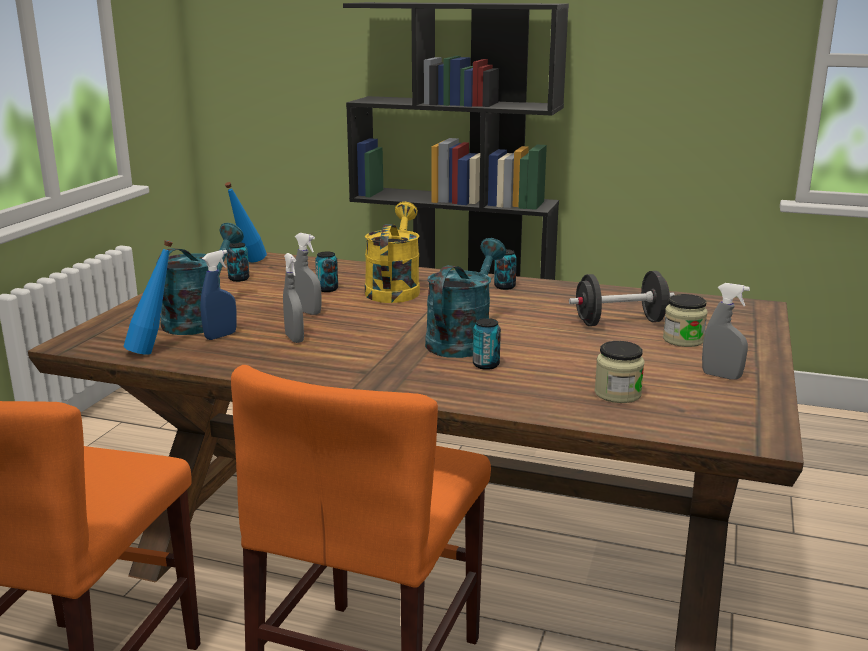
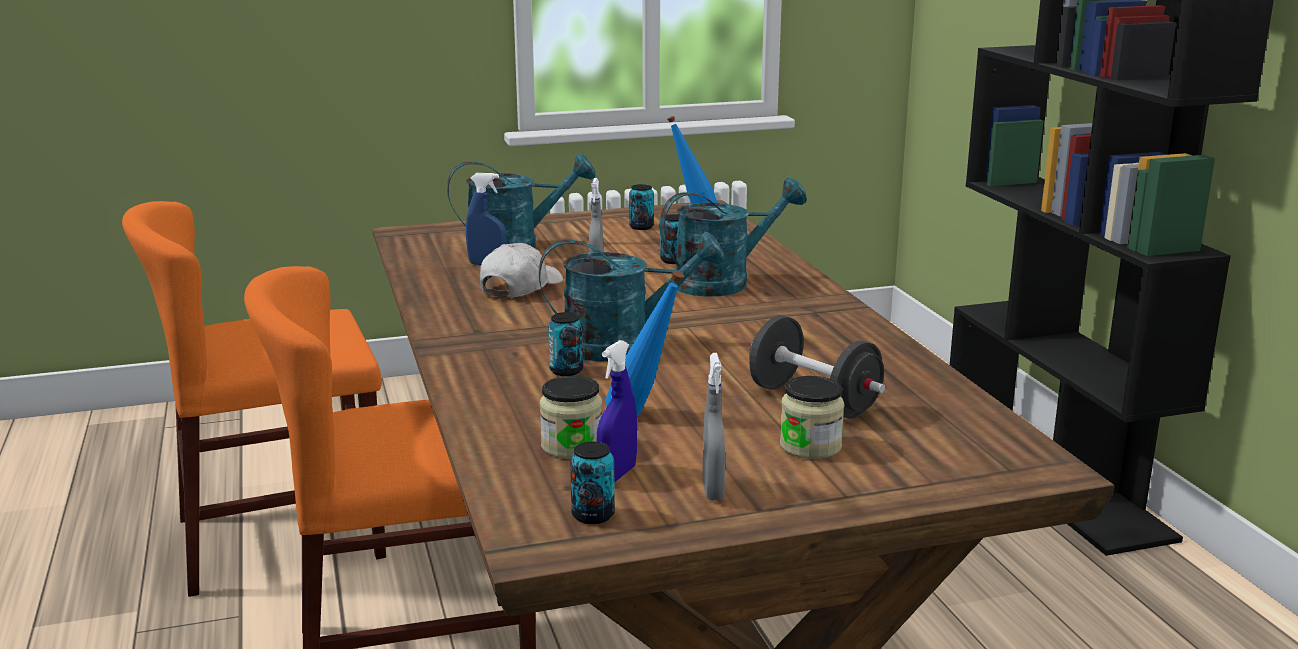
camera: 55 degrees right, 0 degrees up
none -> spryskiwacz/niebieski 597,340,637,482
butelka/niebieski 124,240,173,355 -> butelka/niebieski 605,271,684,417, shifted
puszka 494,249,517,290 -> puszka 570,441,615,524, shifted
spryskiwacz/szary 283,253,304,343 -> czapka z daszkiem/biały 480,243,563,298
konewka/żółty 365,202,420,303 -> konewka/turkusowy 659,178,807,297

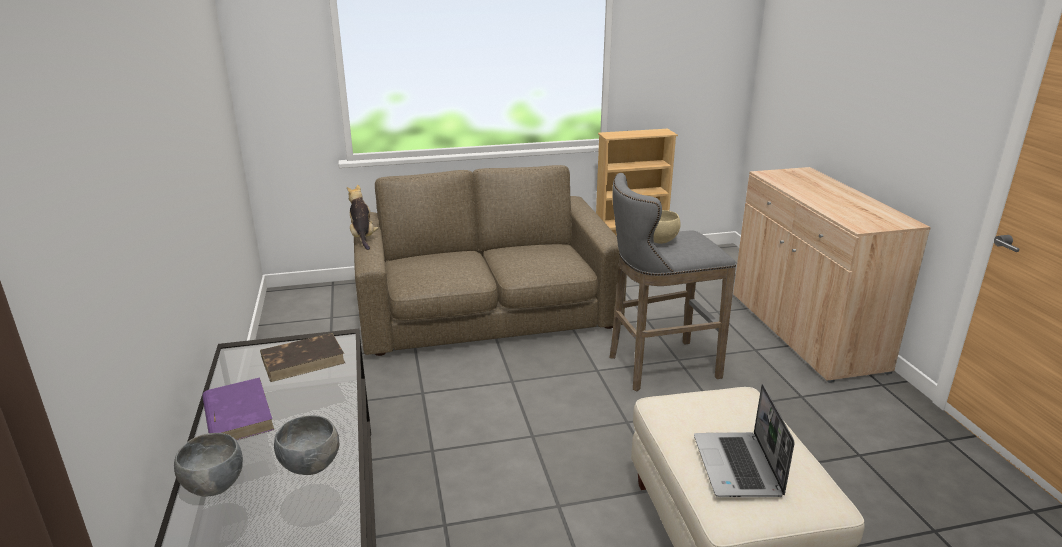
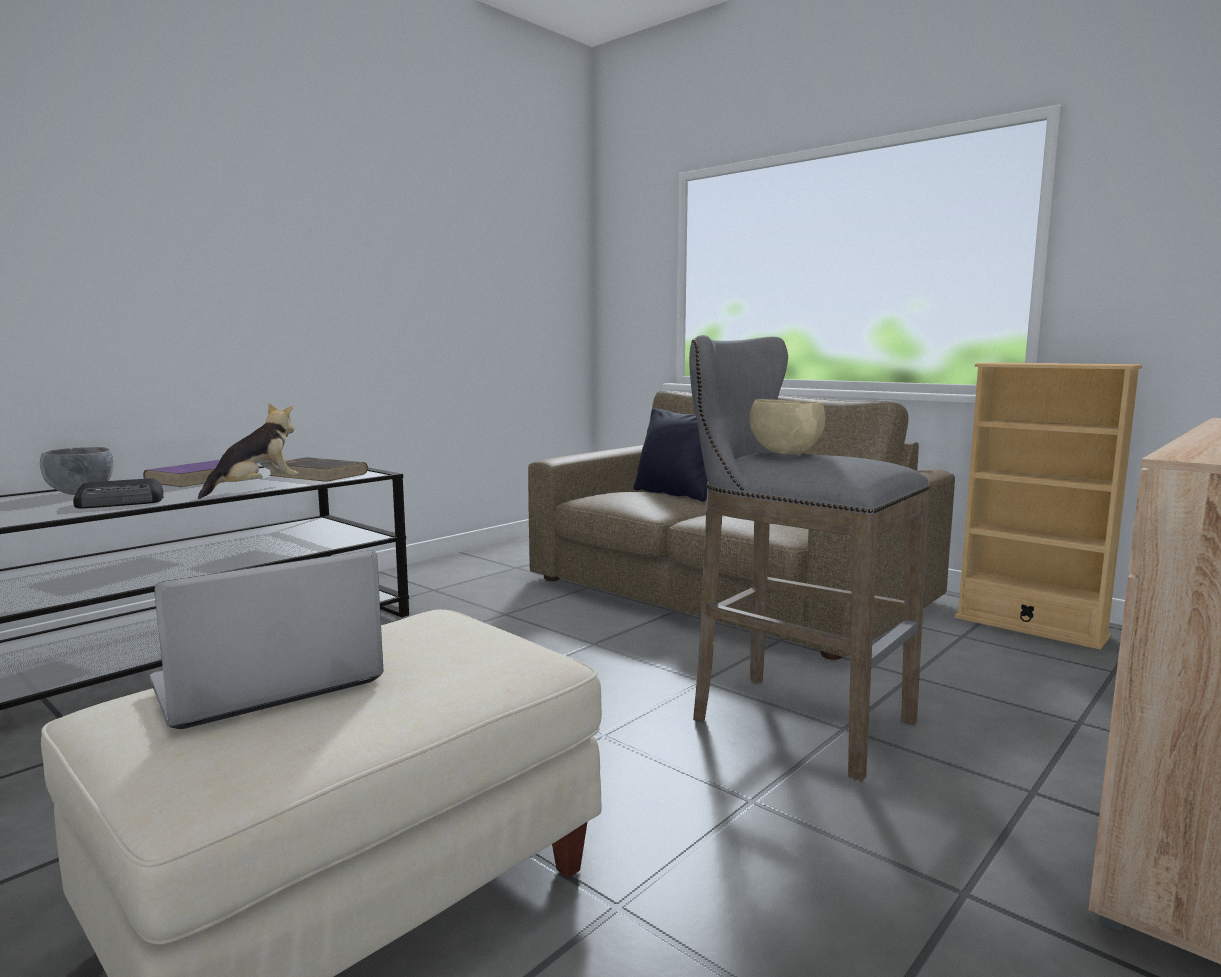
camera: 55 degrees right, 15 degrees down
none -> poduszka/czarny 634,408,708,502
pluszak 347,185,379,250 -> pluszak 198,404,298,499, shifted
miska/szary 274,415,339,475 -> radio 73,478,164,509

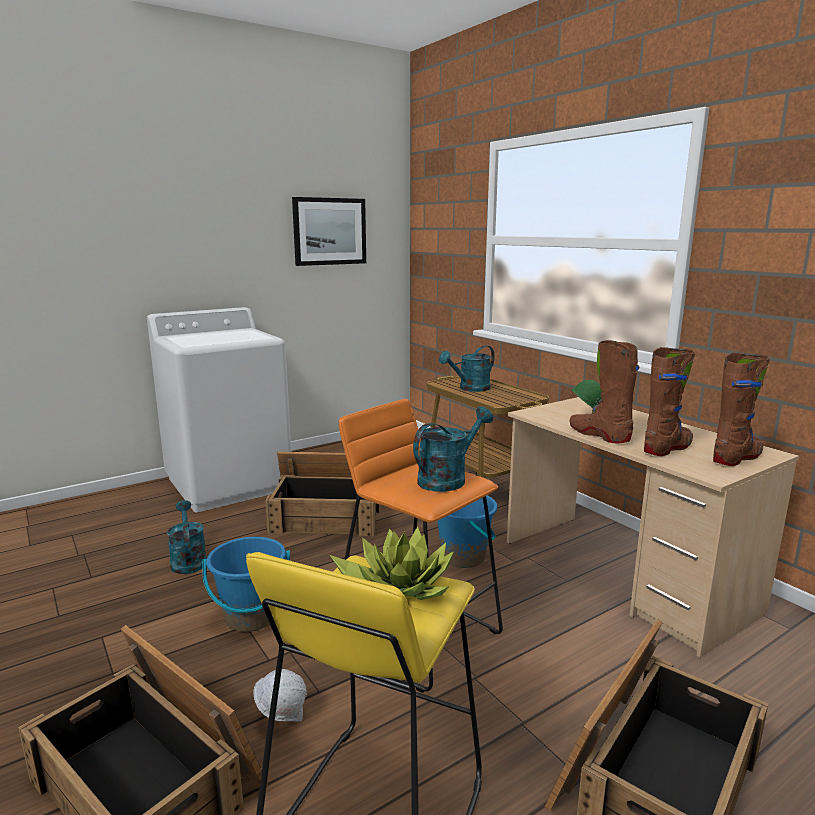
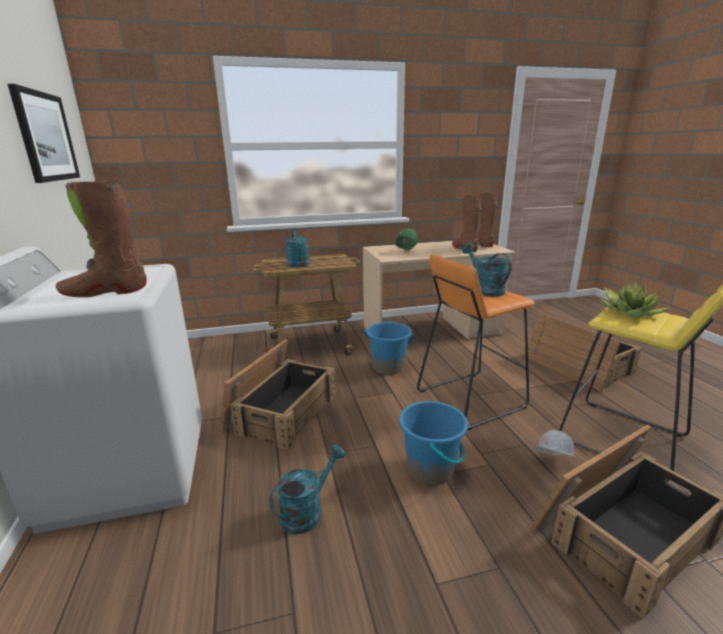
camera: 70 degrees left, 5 degrees up
but z cholewką/brązowy 569,340,639,443 -> but z cholewką/brązowy 56,181,147,297, shifted
konewka/turkusowy 167,500,207,574 -> konewka/turkusowy 269,445,346,534, 135 degrees clockwise

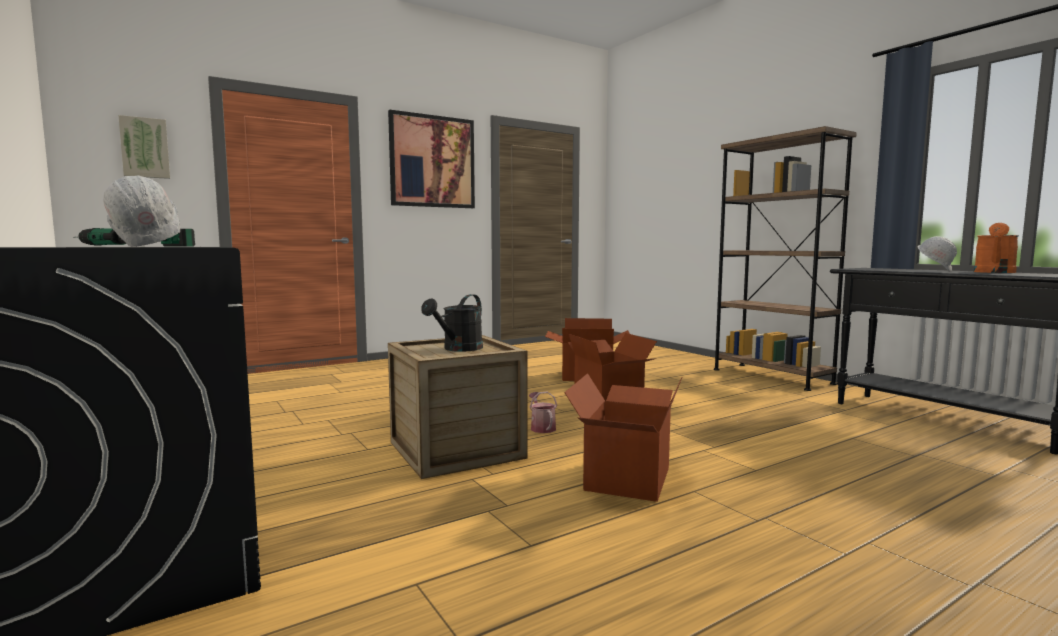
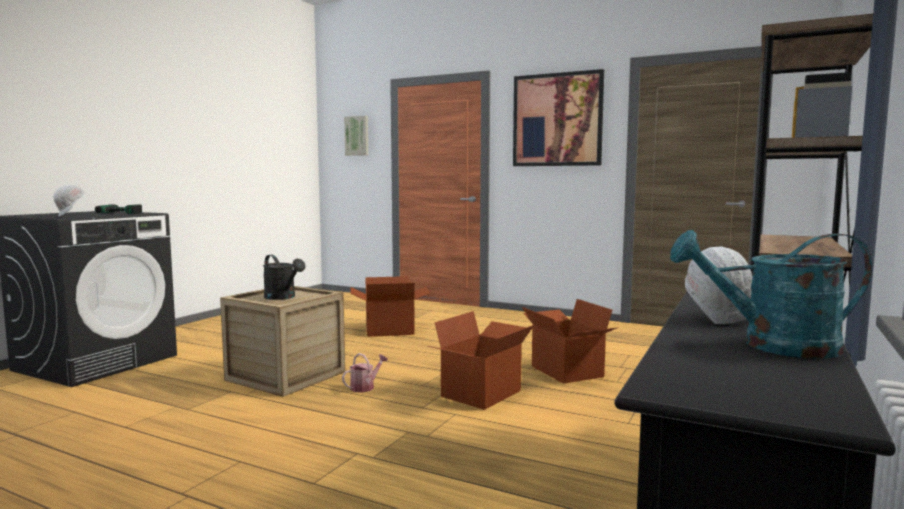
camera: 60 degrees right, 0 degrees up
karton 564,373,682,502 -> karton 351,276,431,337, shifted
konewka/pomarańczowy 974,223,1019,273 -> konewka/turkusowy 670,230,872,359
konewka/czarny 421,294,483,352 -> konewka/czarny 263,255,305,300, 135 degrees counterclockwise

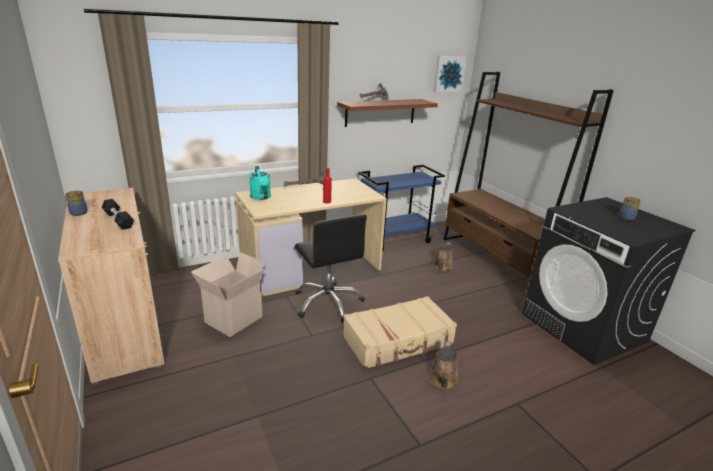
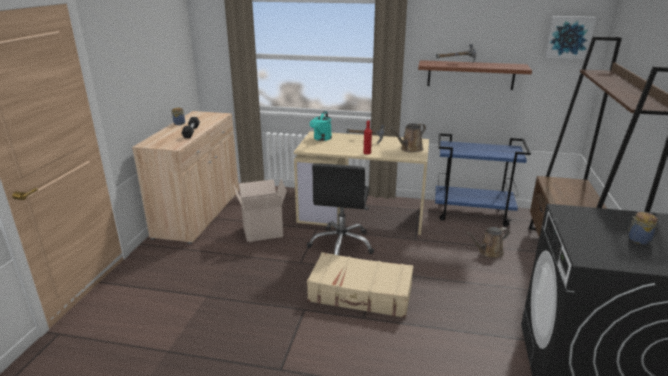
camera: 40 degrees right, 0 degrees up
konewka/brązowy 428,341,459,390 -> konewka/brązowy 390,123,426,152, shifted

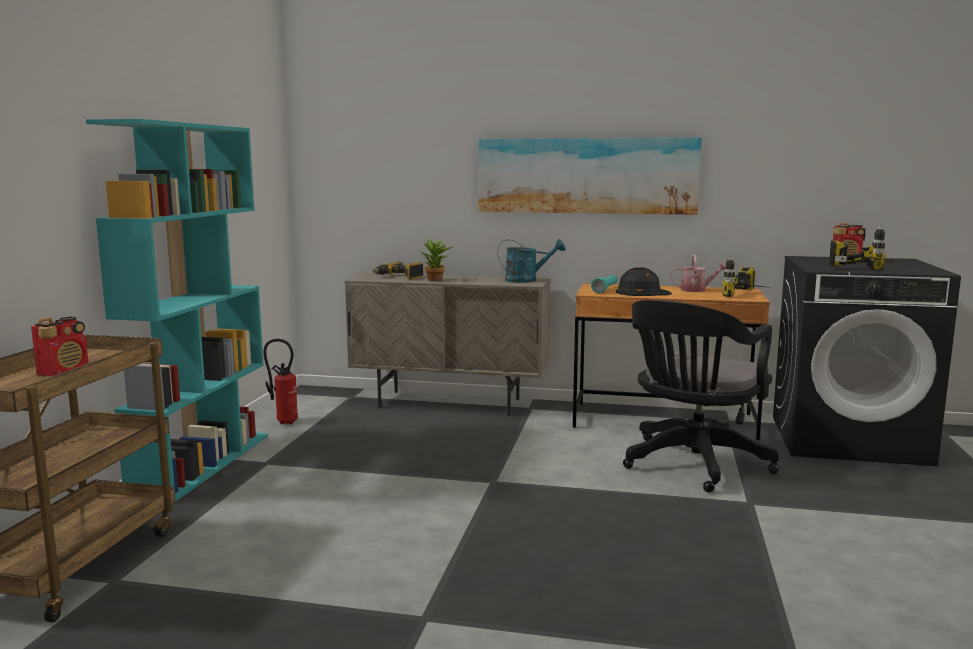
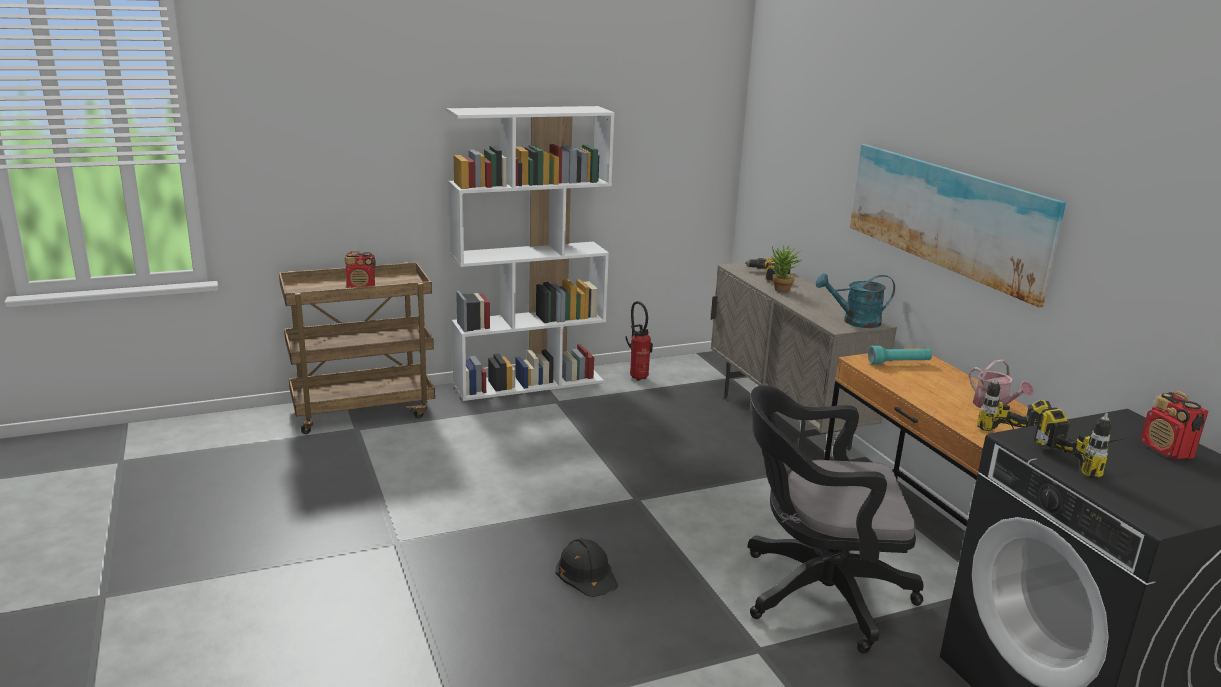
camera: 55 degrees right, 10 degrees up
kask/czarny 616,268,672,296 -> kask/czarny 556,538,618,597, shifted
regał/turkusowy 86,119,268,503 -> regał/biały 447,106,615,401
konewka/turkusowy 497,239,565,283 -> konewka/turkusowy 816,273,895,328, 120 degrees clockwise

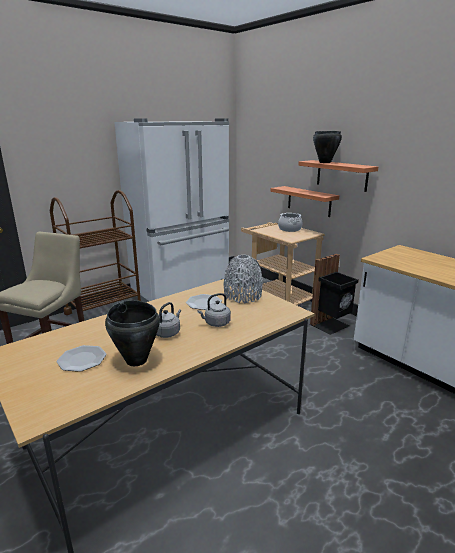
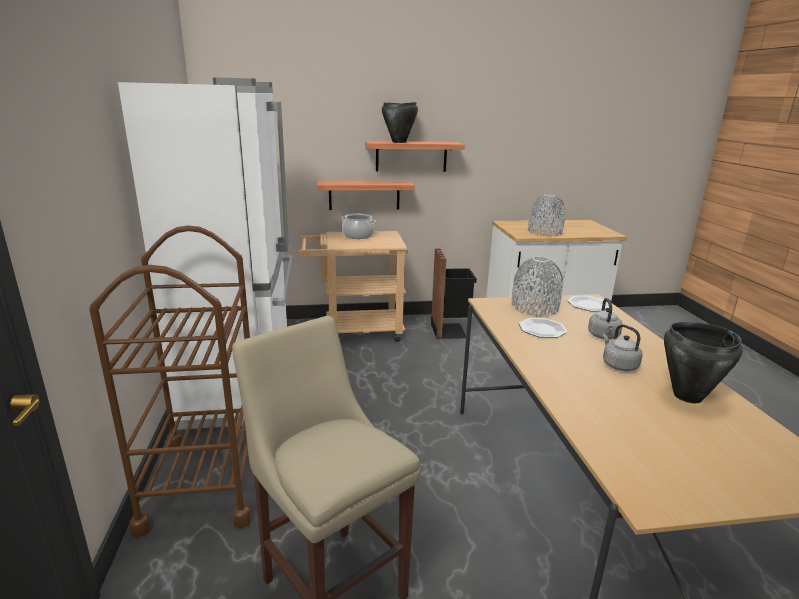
camera: 60 degrees left, 0 degrees up
none -> wazon/szary 528,194,565,236
talerz 57,345,107,372 -> talerz 567,296,609,312, shifted

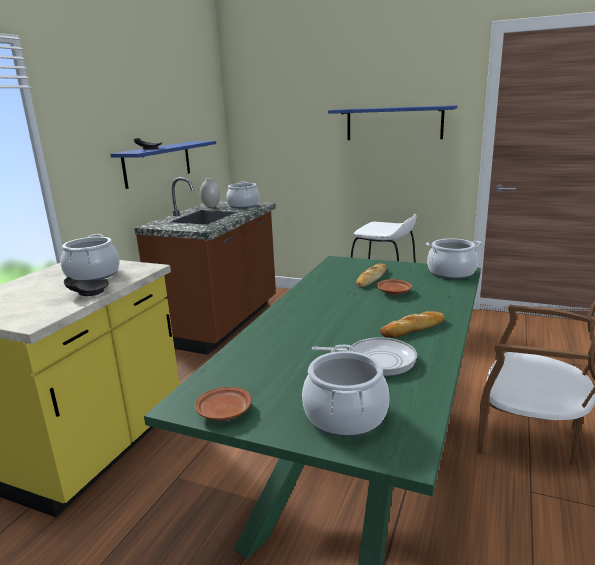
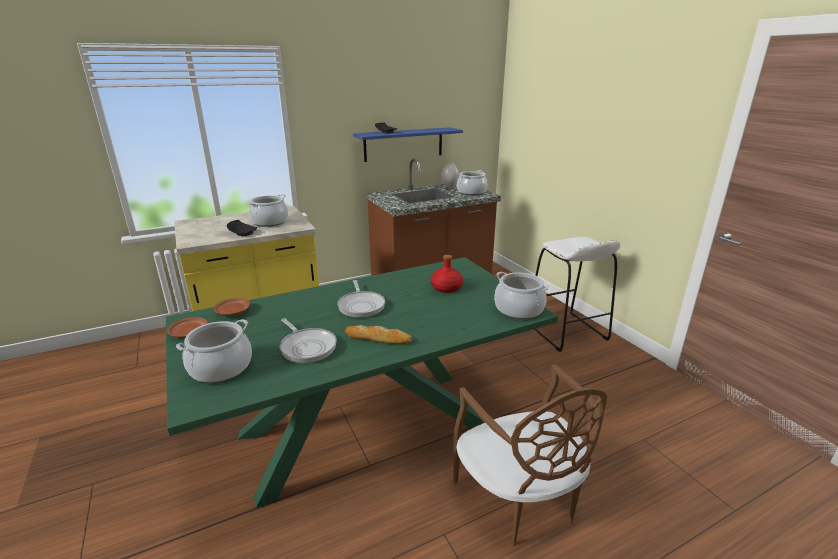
camera: 40 degrees right, 5 degrees up
półka/niebieski 328,105,457,140 -> none
none -> patelnia 338,280,385,318
talerz/brązowy 376,279,412,295 -> talerz/brązowy 213,298,250,316, shifted
chleb 356,264,387,287 -> butelka/czerwony 431,255,463,293

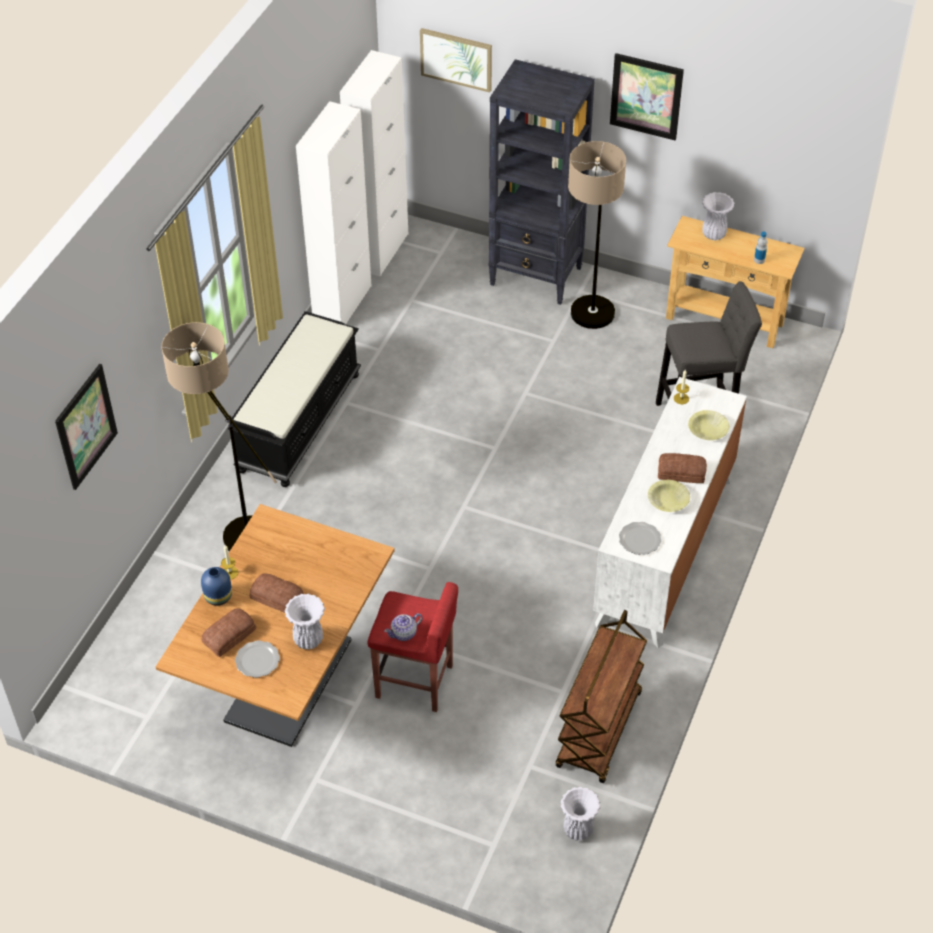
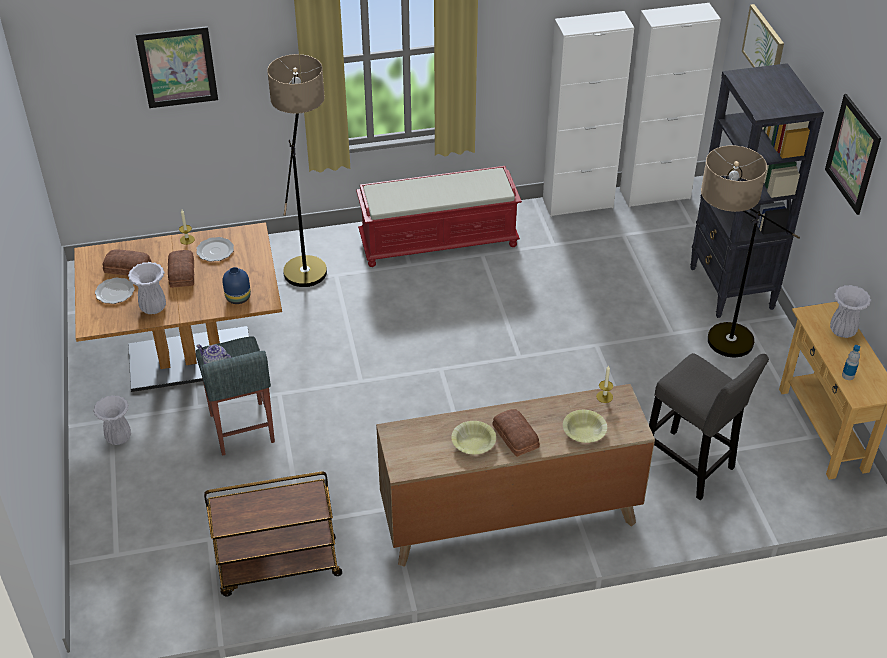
camera: 55 degrees right, 5 degrees down
wazon/niebieski 201,567,232,606 -> wazon/niebieski 222,267,251,304, shifted
wazon/biały 561,787,600,841 -> wazon/biały 93,395,131,445, shifted
talerz 619,522,661,555 -> talerz 196,237,234,262, shifted
ławka/czarny 228,311,361,487 -> ławka/czerwony 356,166,522,267
stołek/czerwony 367,582,458,712 -> stołek/szary 196,336,275,456
komoda/biały 593,377,747,648 -> komoda/brązowy 376,384,655,567

